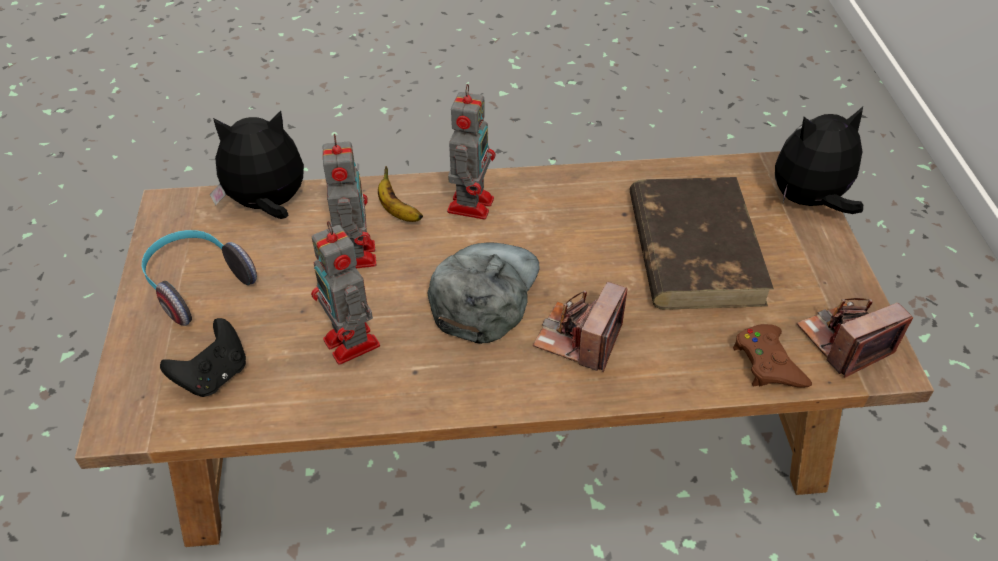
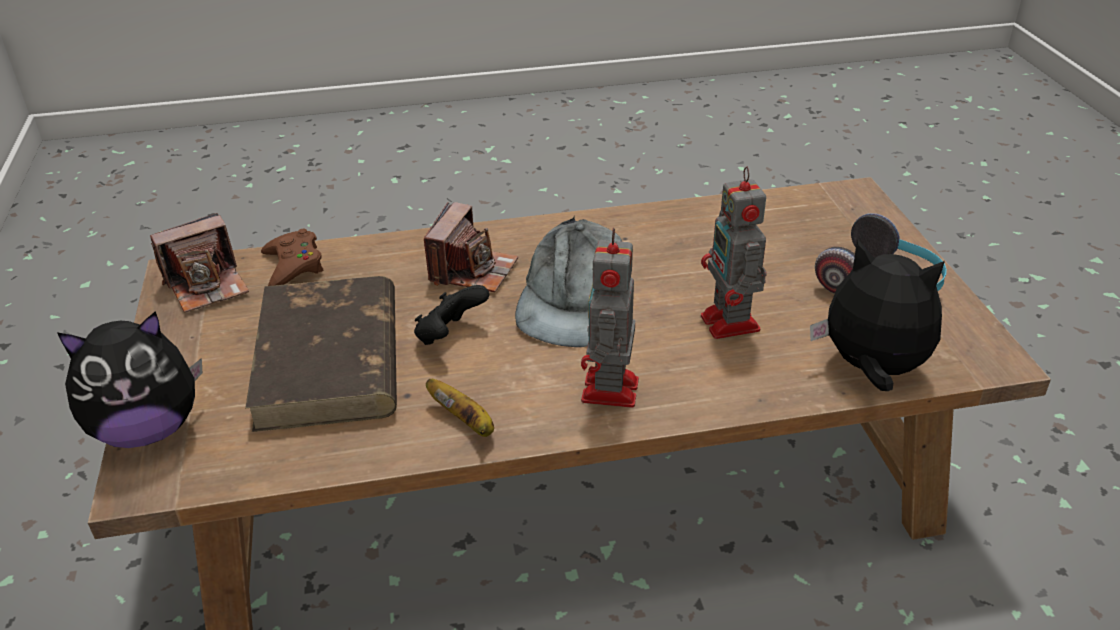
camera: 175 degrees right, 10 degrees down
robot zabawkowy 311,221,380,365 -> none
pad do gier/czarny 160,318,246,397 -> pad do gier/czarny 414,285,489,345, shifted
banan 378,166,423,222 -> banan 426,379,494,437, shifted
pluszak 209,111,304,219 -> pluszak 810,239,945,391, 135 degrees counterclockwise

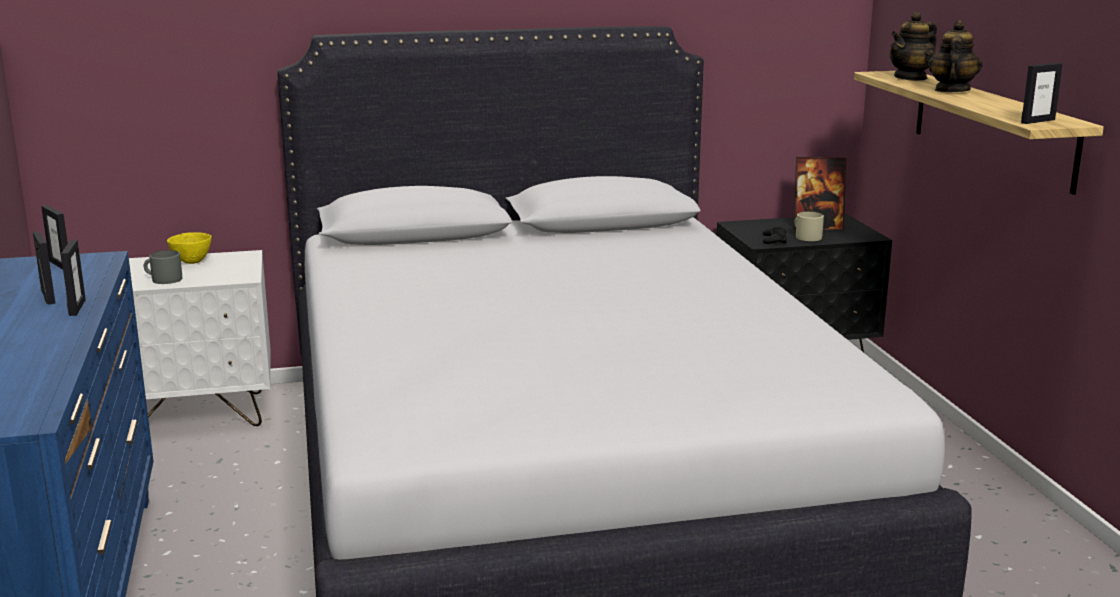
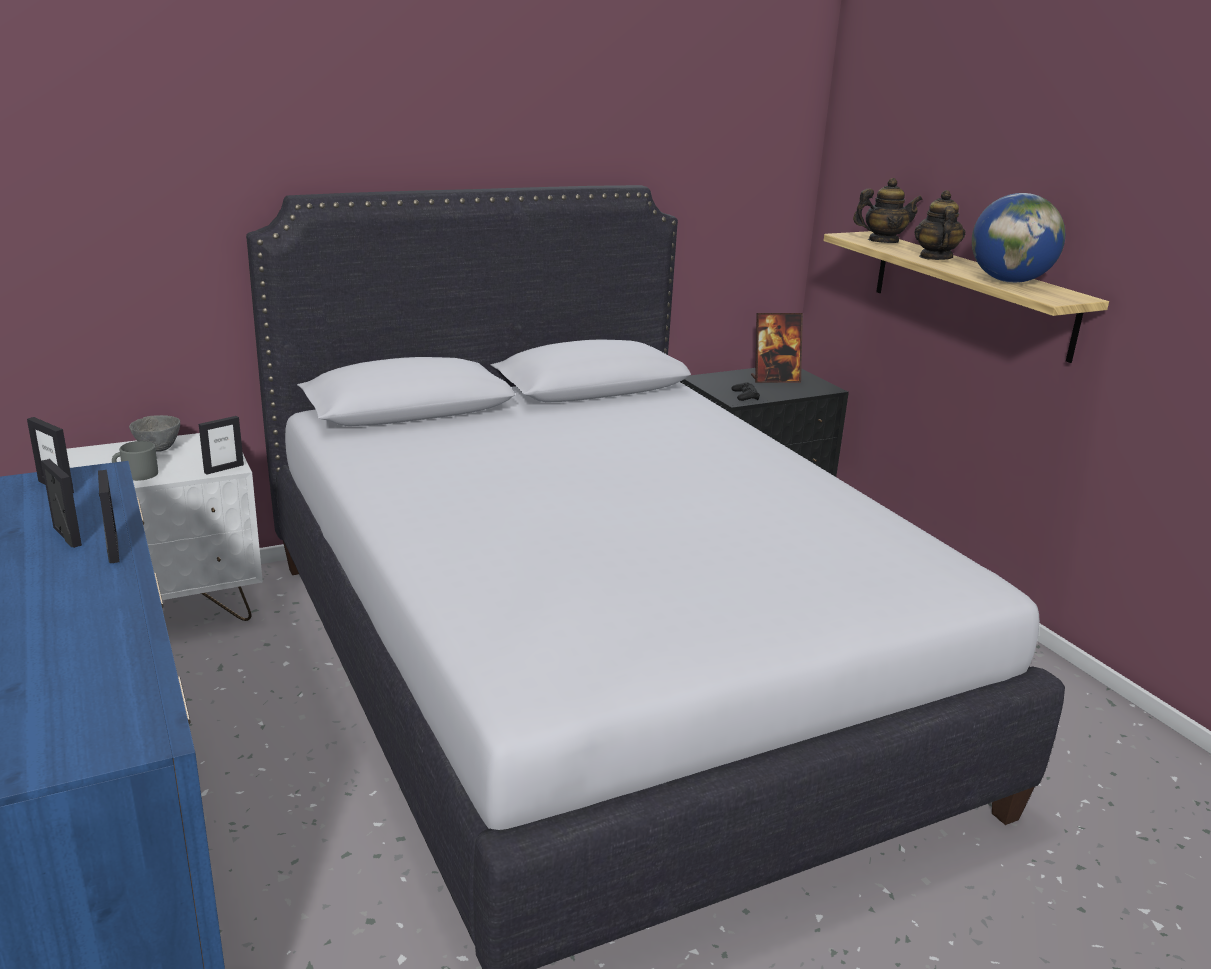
camera: 15 degrees left, 5 degrees up
kubek/beżowy 794,211,824,241 -> none
none -> globus 972,193,1065,283
ramka na zdjęcie 1021,63,1063,124 -> ramka na zdjęcie 199,416,244,475, shifted
miska/żółty 167,232,212,264 -> miska/szary 129,415,180,452
imbryk 889,12,937,81 -> imbryk 853,178,923,243, 135 degrees counterclockwise

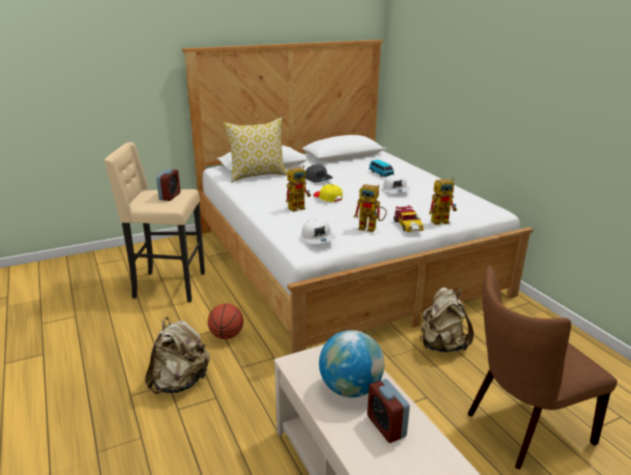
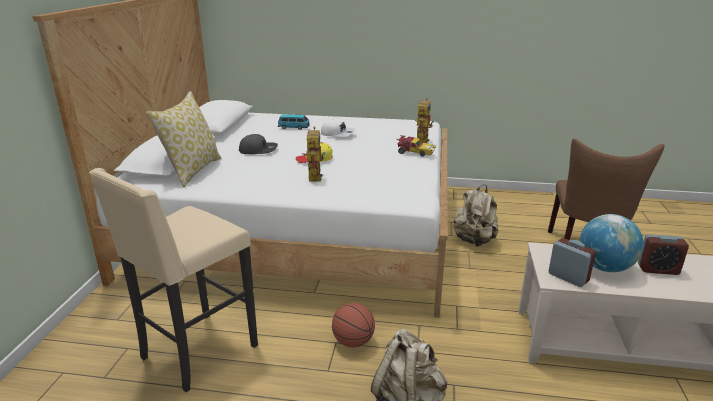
camera: 55 degrees left, 0 degrees up
czapka z daszkiem/biały 302,218,336,244 -> none
robot zabawkowy 353,184,387,232 -> none
budzik 156,169,180,201 -> budzik 549,238,596,287, shifted

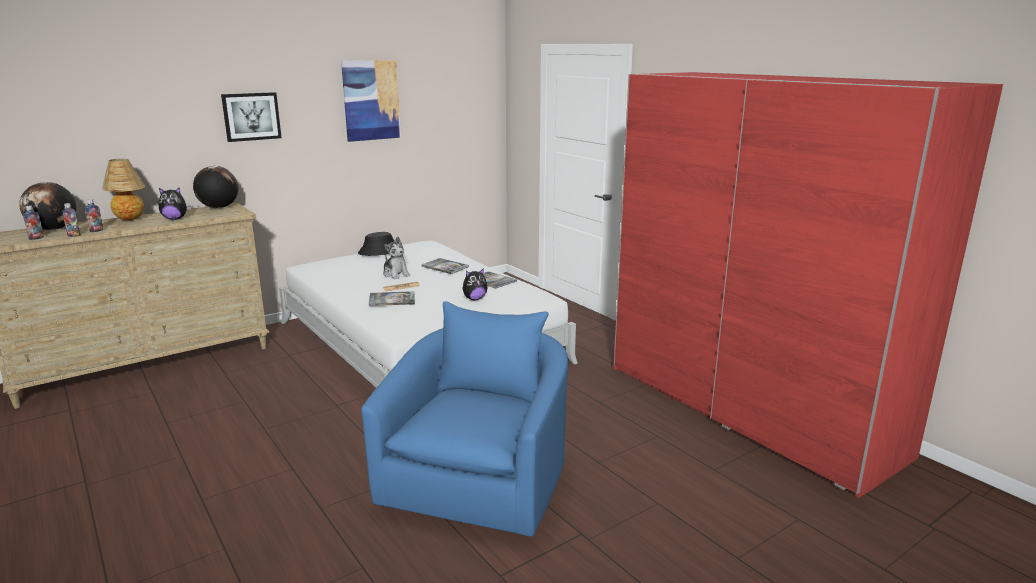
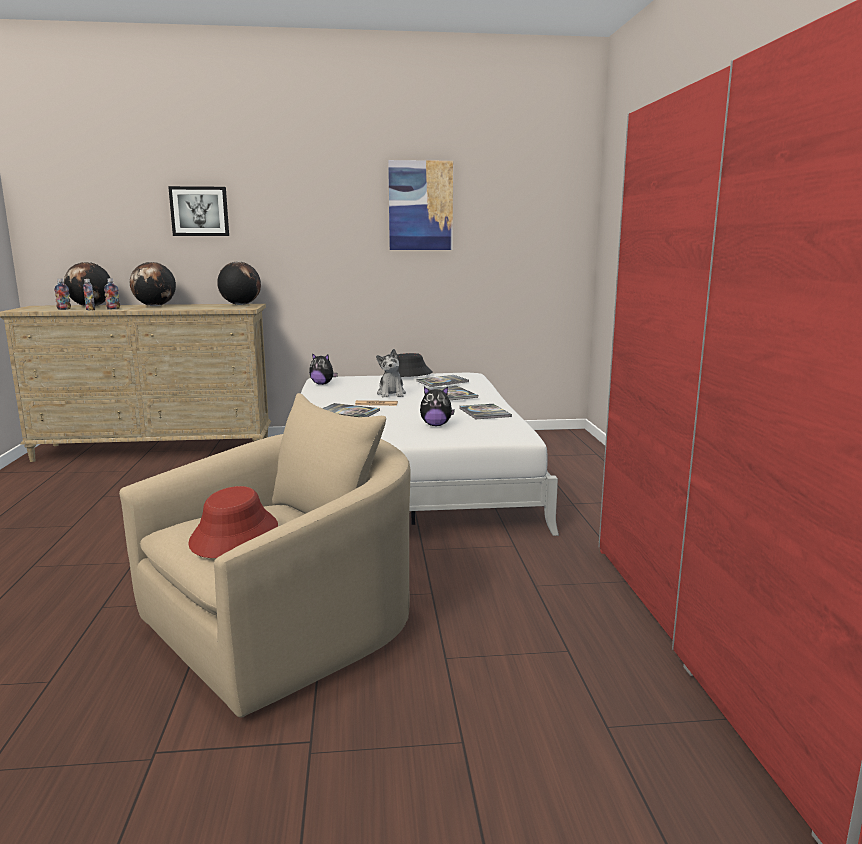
camera: 30 degrees right, 5 degrees down
none -> kapelusz/czerwony 188,486,278,558
none -> książka 416,375,469,387
pluszak 159,188,191,220 -> pluszak 309,353,338,385, shifted
obraz 221,92,281,142 -> obraz 168,186,229,236, shifted
lampa stołowa 102,159,145,221 -> globus 130,262,176,306
fotel/niebieski 361,301,568,537 -> fotel/beżowy 119,393,411,718

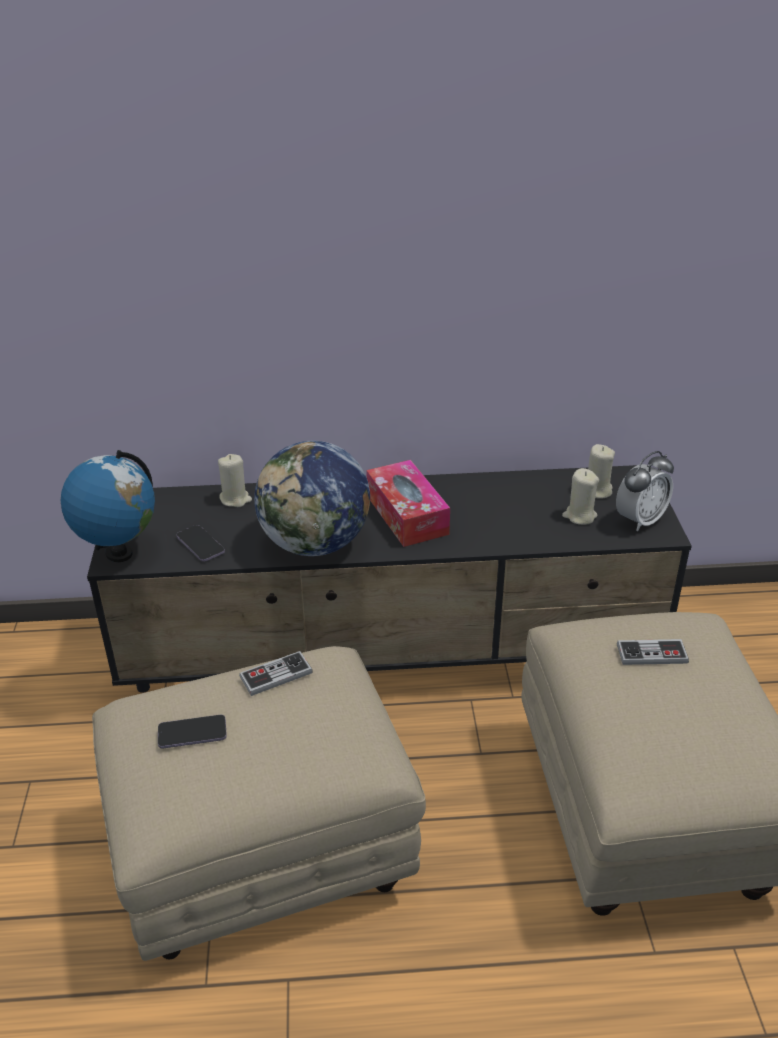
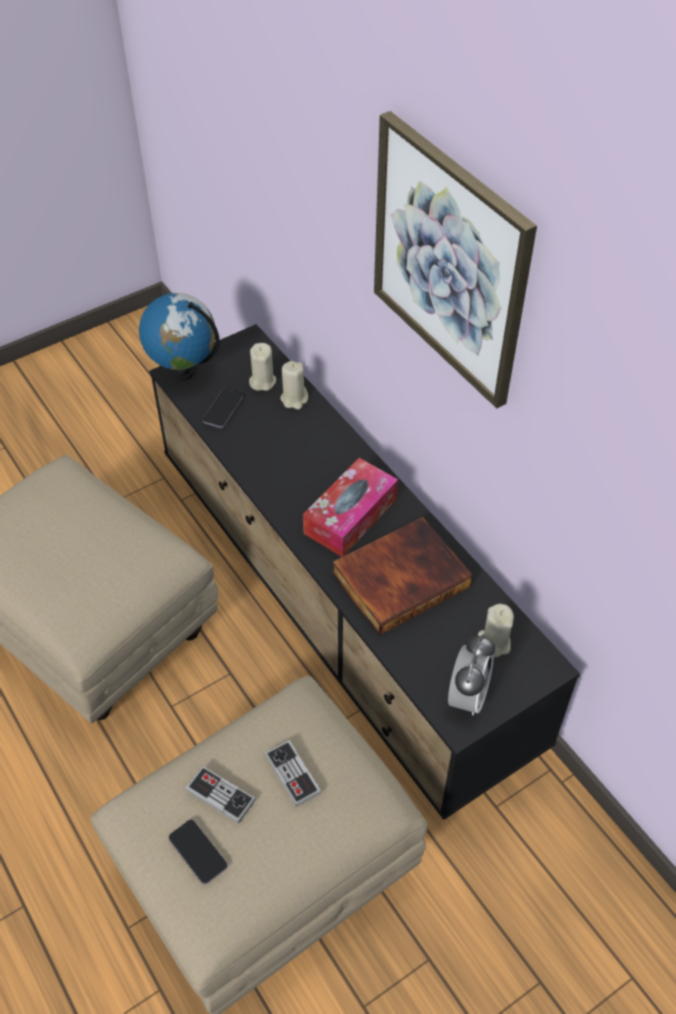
camera: 60 degrees right, 15 degrees up
globus 254,440,370,556 -> none
none -> książka 332,517,473,636
none -> obraz 374,111,537,408
telefon 158,715,227,748 -> telefon 169,820,227,884, shifted
pad do gier 239,651,313,696 -> pad do gier 185,766,256,824, shifted
świeca/beżowy 562,468,599,525 -> świeca/beżowy 249,343,276,391, shifted
budzik 616,451,674,532 -> budzik 448,634,495,715, 90 degrees counterclockwise

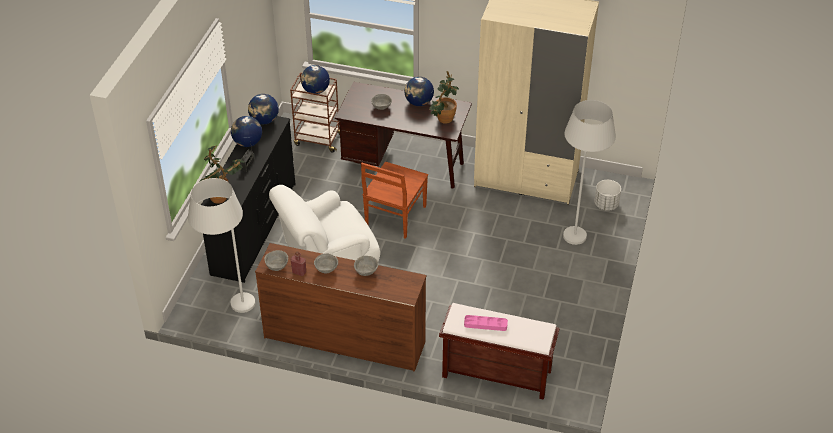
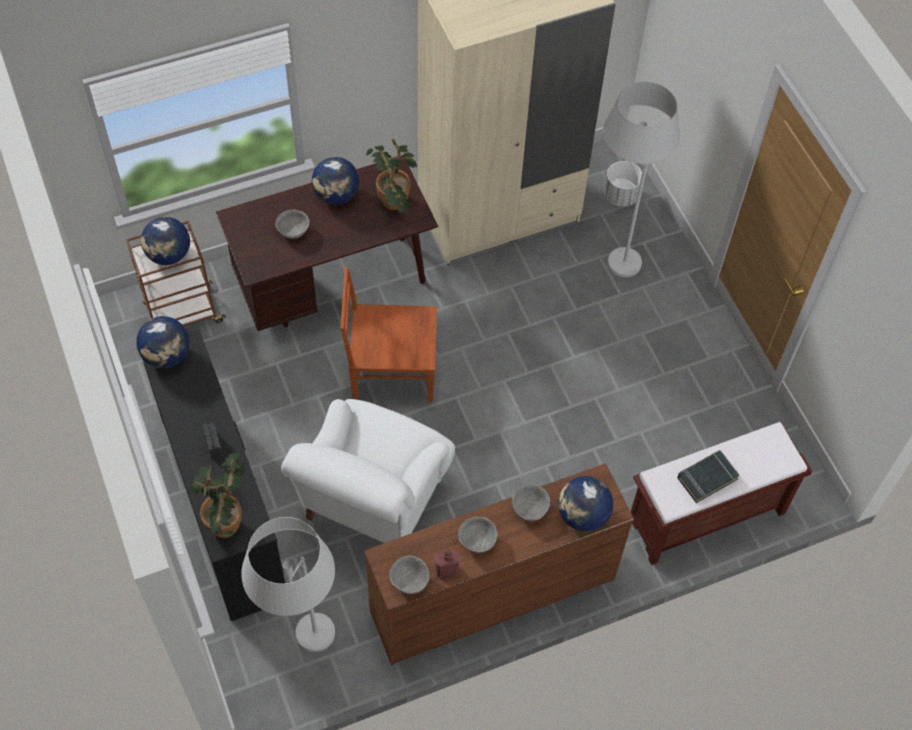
camera: 40 degrees left, 15 degrees up
globus 231,116,262,147 -> globus 558,476,613,532, shifted
taca/różowy 464,315,508,331 -> książka/czarny 677,450,740,503
krzesło/brązowy 361,162,428,239 -> krzesło/brązowy 341,267,437,403, 105 degrees clockwise

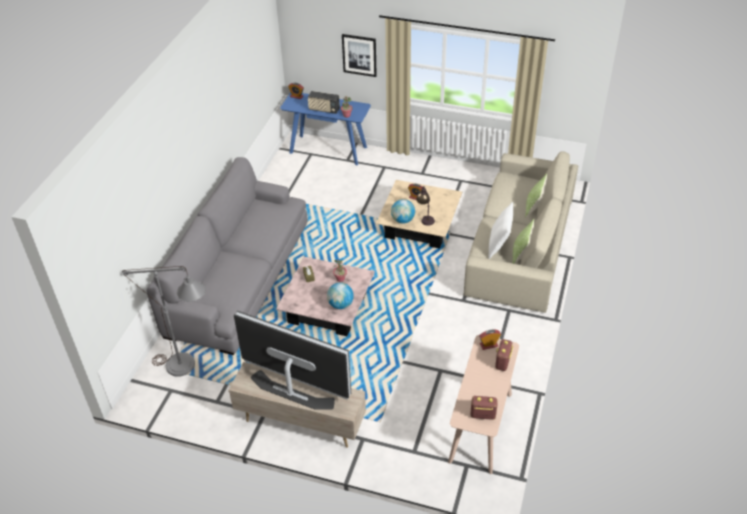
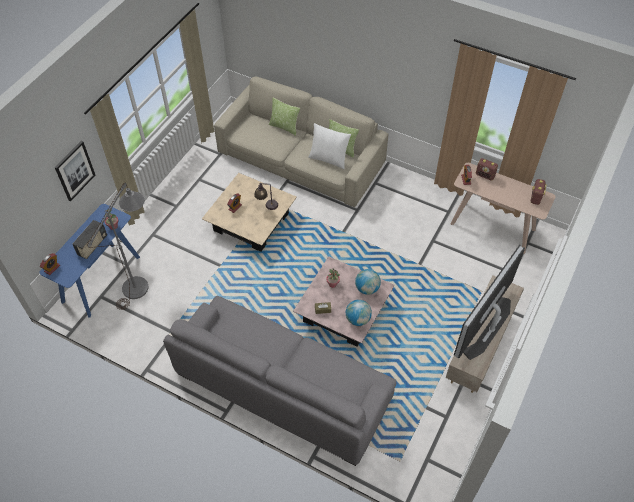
camera: 80 degrees left, 10 degrees up
lampa stojąca/szary 122,266,206,377 -> lampa stojąca/szary 87,183,149,310, shifted
globus 391,199,415,224 -> globus 346,300,372,326, shifted

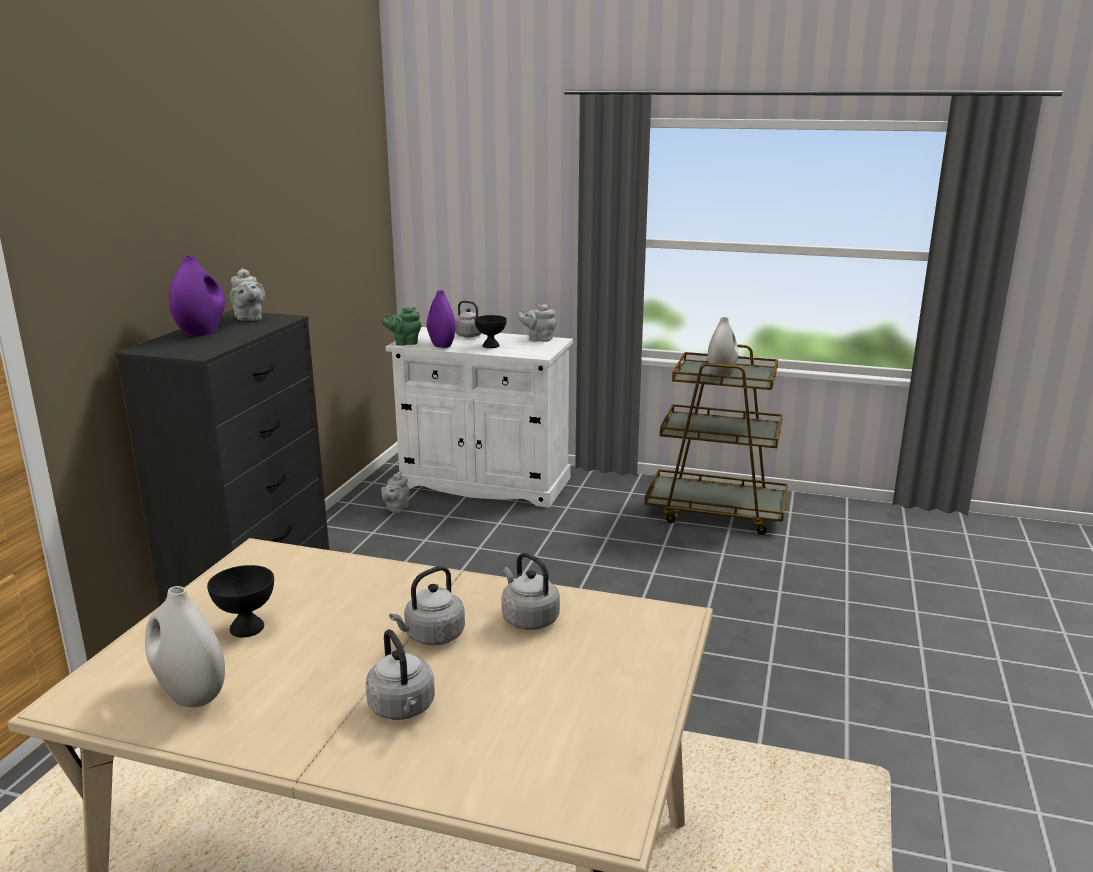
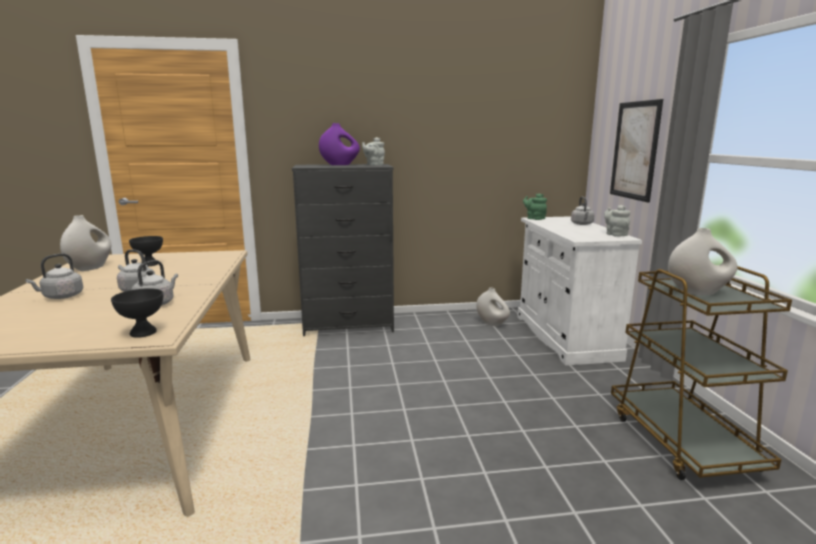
camera: 65 degrees right, 5 degrees down
wazon/fioletowy 427,290,456,348 -> none
none -> obraz 610,99,663,202
miska/czarny 474,315,507,348 -> miska/czarny 111,288,163,338, shifted
imbryk/szary 381,472,409,513 -> wazon/biały 476,287,510,326

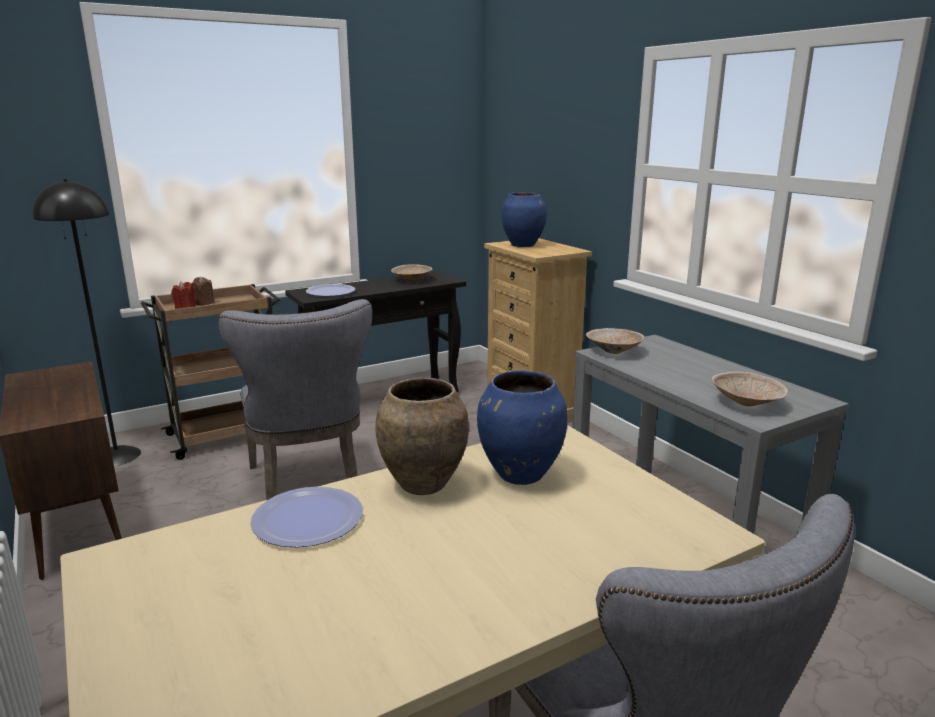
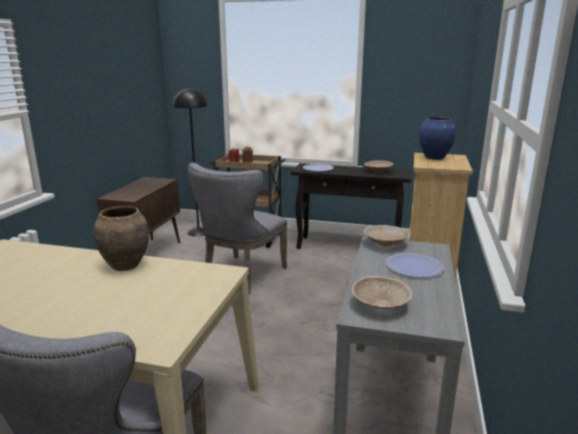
camera: 45 degrees right, 0 degrees up
wazon/niebieski 477,370,568,485 -> none
talerz 250,487,363,547 -> talerz 386,253,444,278, shifted

